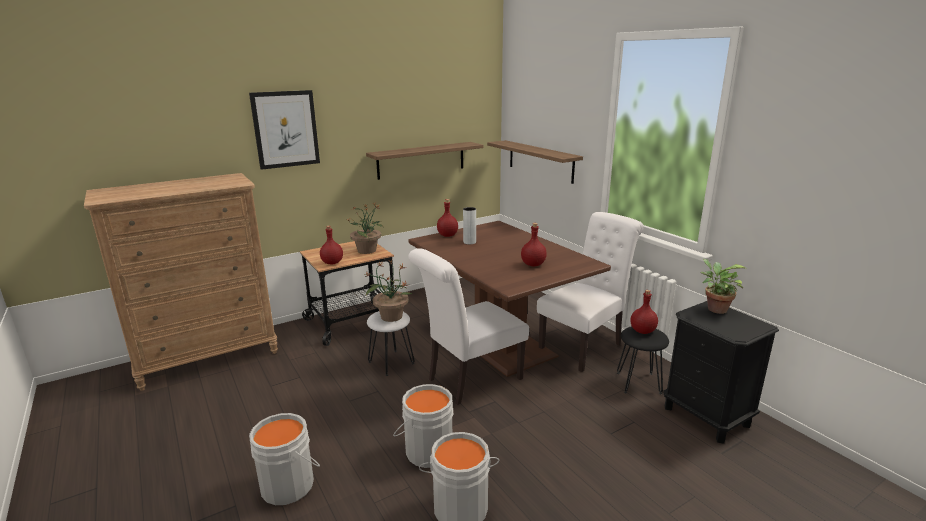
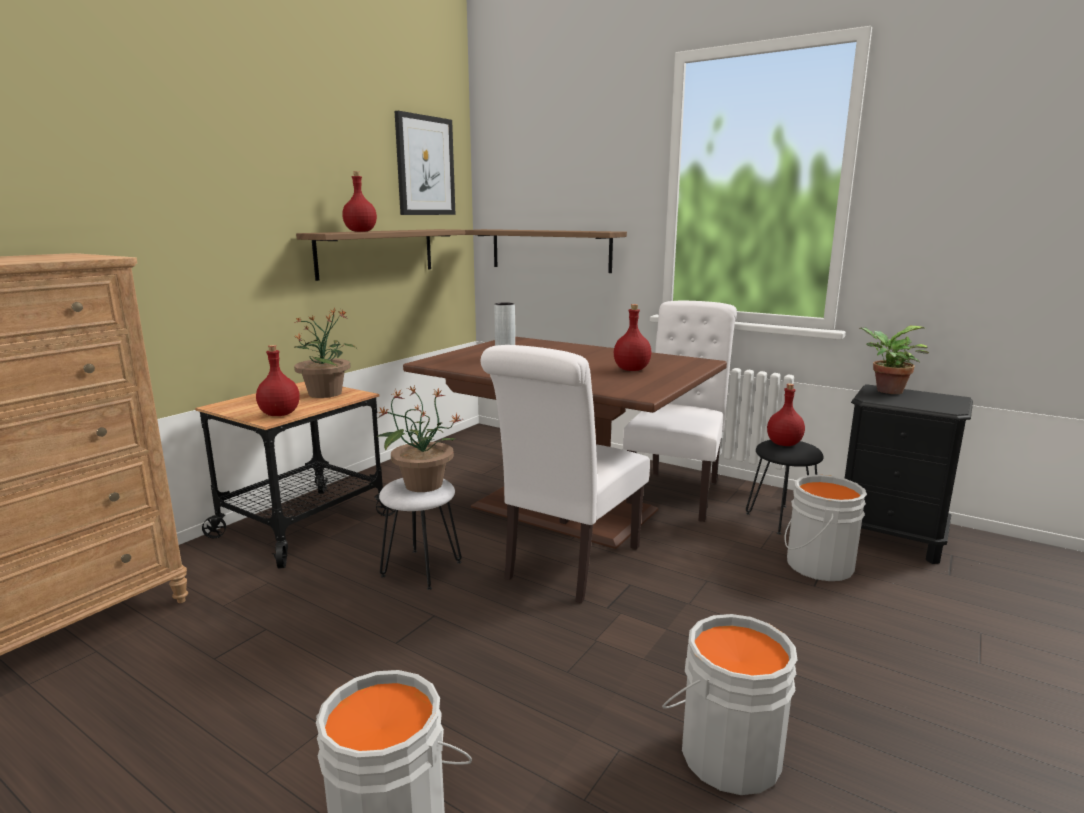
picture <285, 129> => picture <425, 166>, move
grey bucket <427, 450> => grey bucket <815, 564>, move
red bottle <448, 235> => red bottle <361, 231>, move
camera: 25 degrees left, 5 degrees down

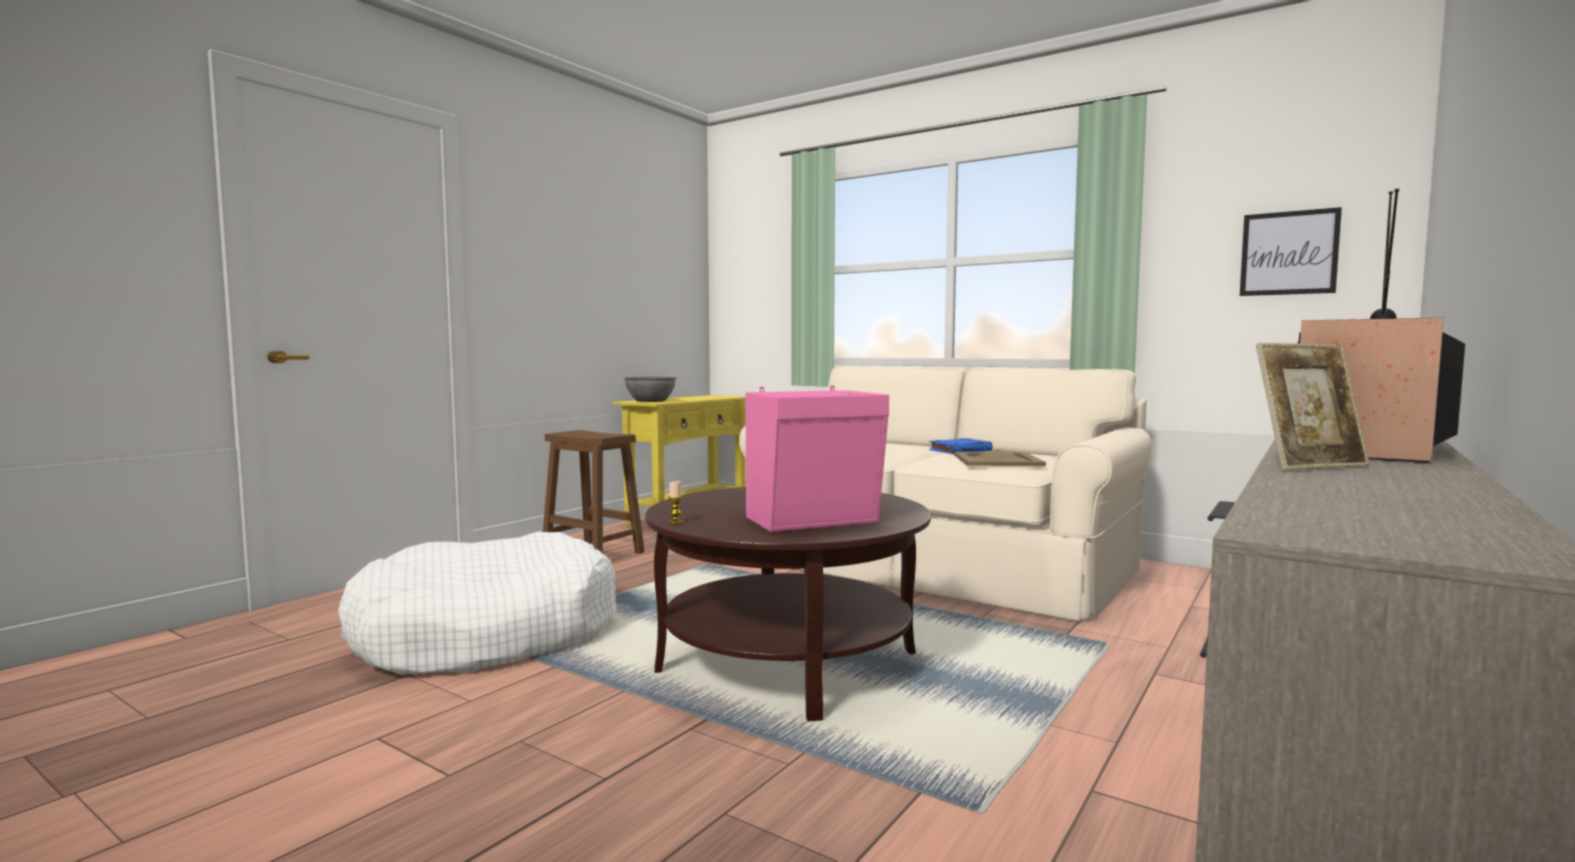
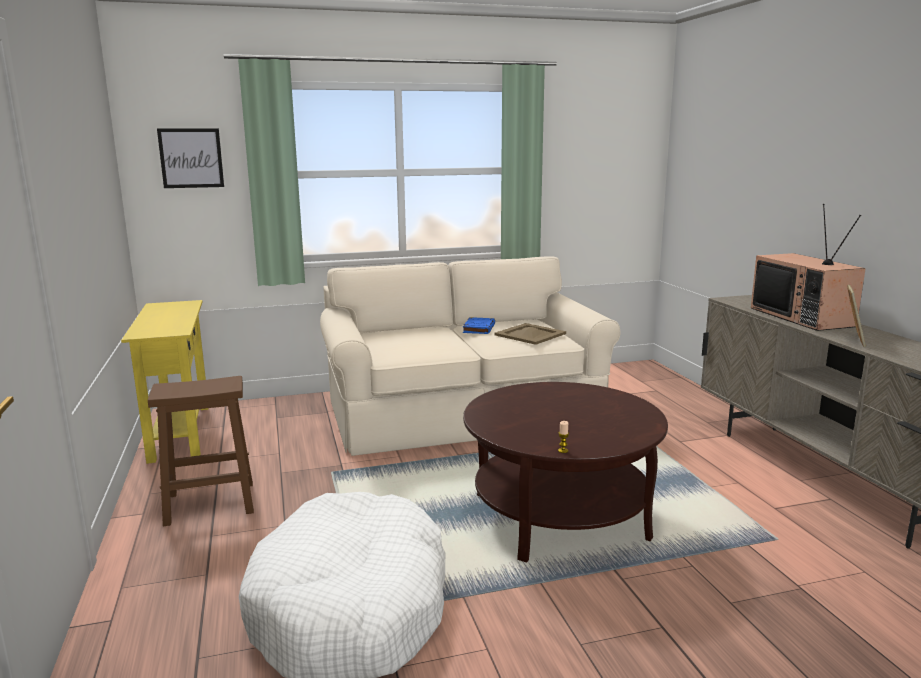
grey bowl <650, 401> => nothing
pink speaker <816, 521> => nothing
picture <1289, 253> => picture <191, 158>, move
camera: 50 degrees left, 10 degrees up

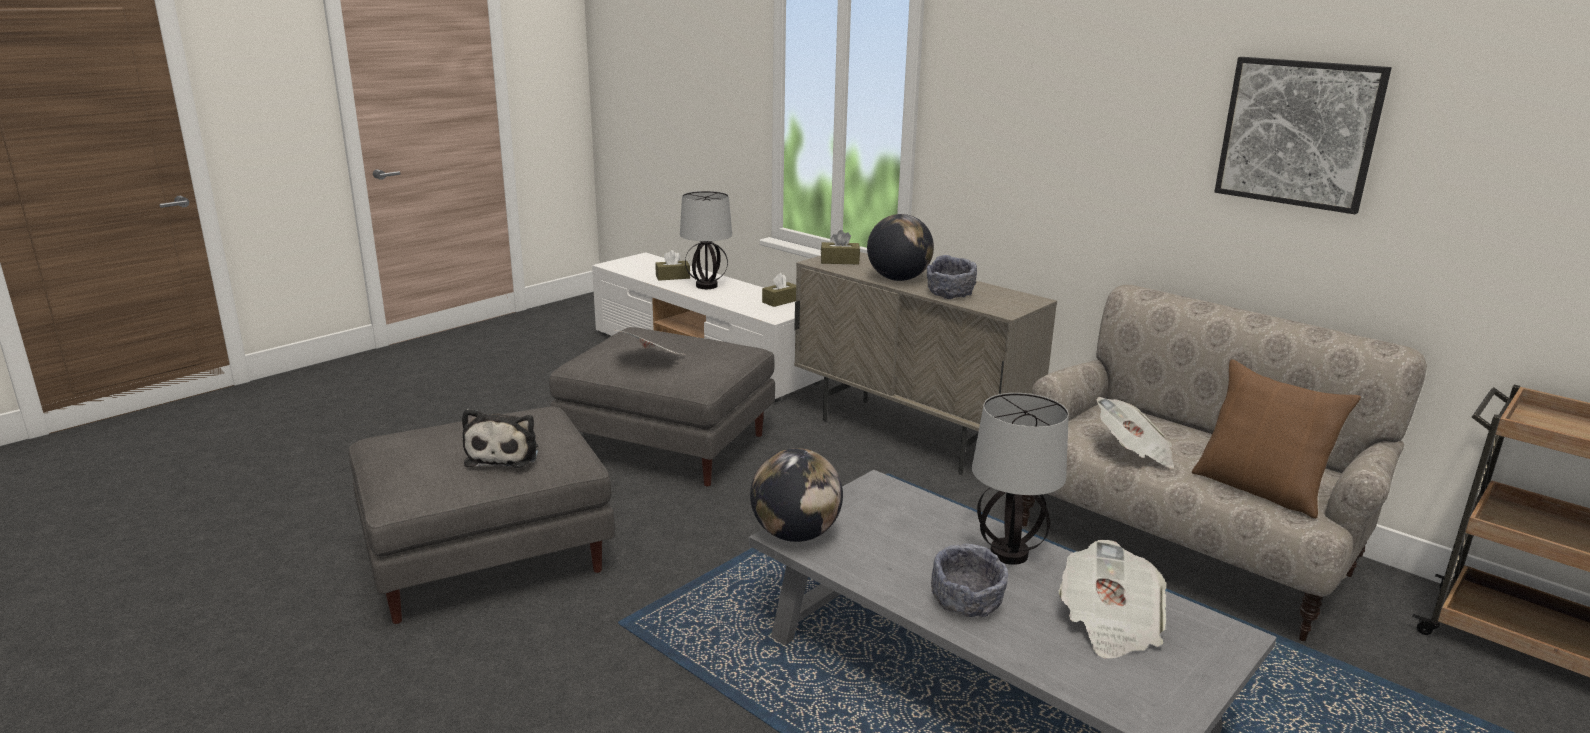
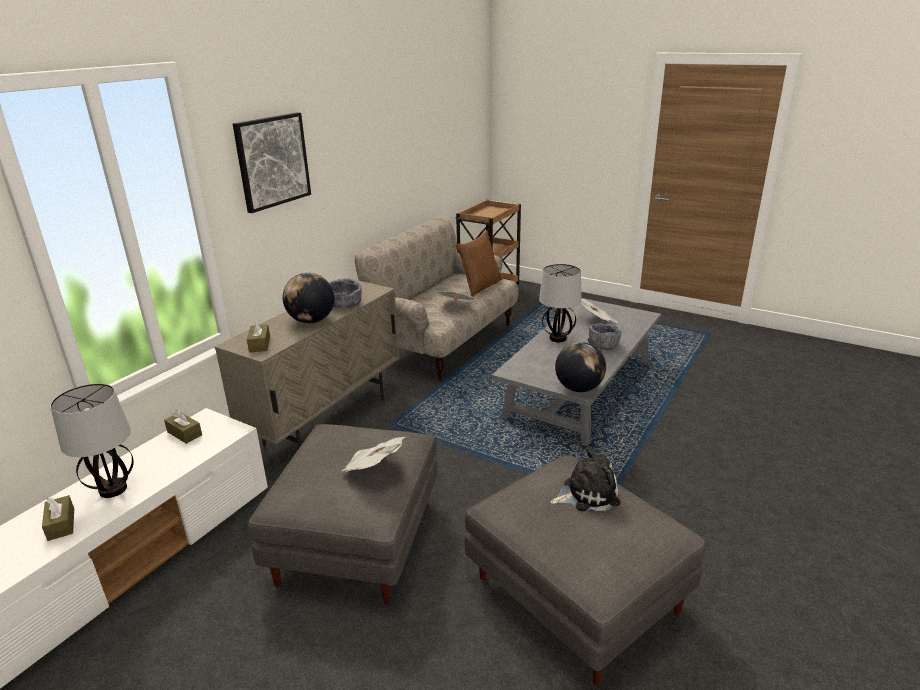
picture <1298, 133> => picture <272, 161>, move
camera: 100 degrees left, 5 degrees up

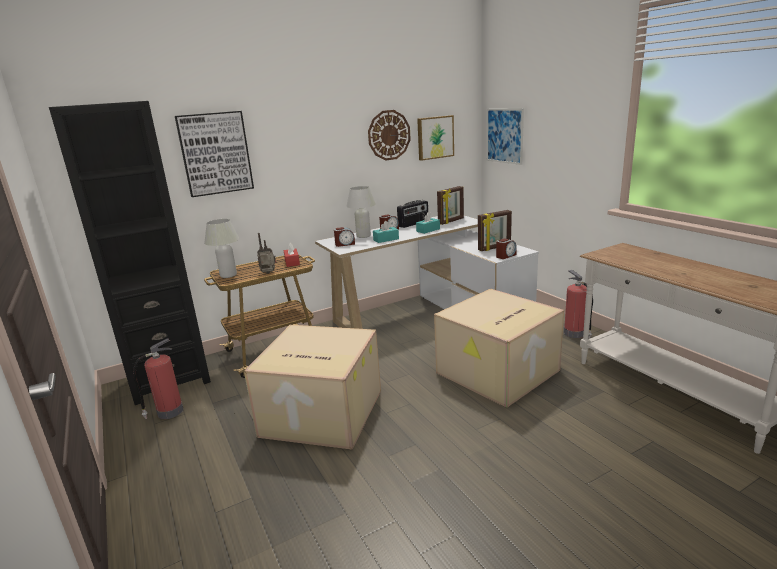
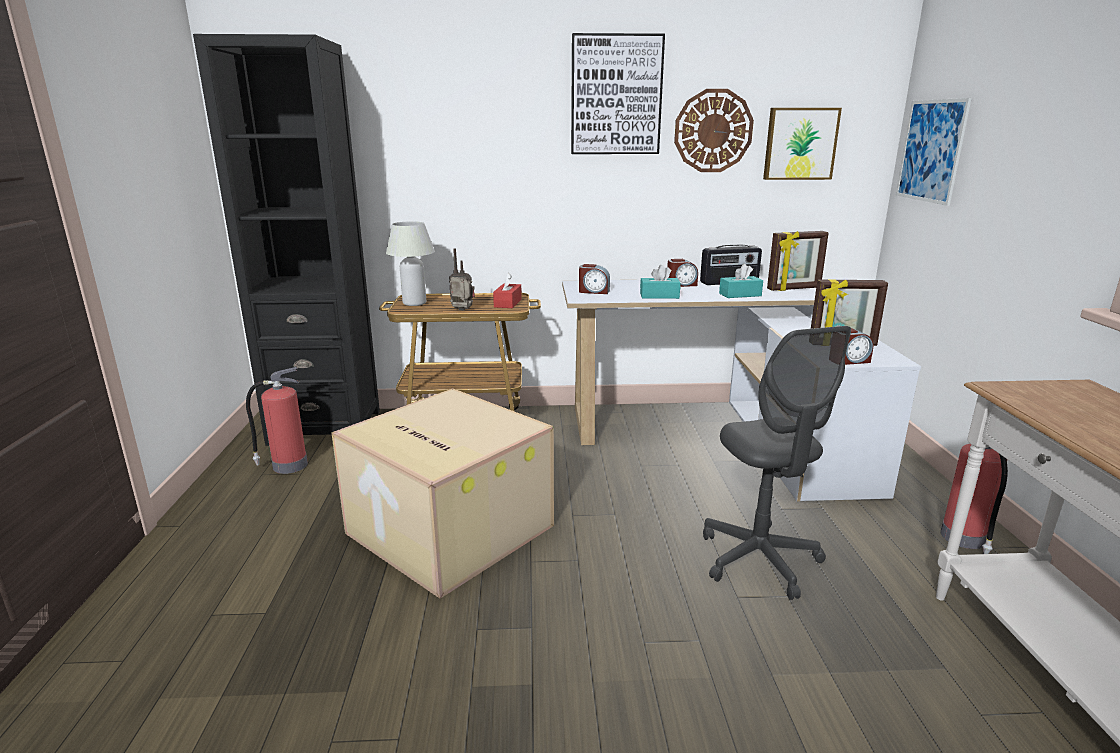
picture <215, 153> => picture <616, 95>, move
white table lamp <363, 236> => nothing
cardboard box <497, 372> => grey office chair <759, 560>
camera: 25 degrees right, 0 degrees up

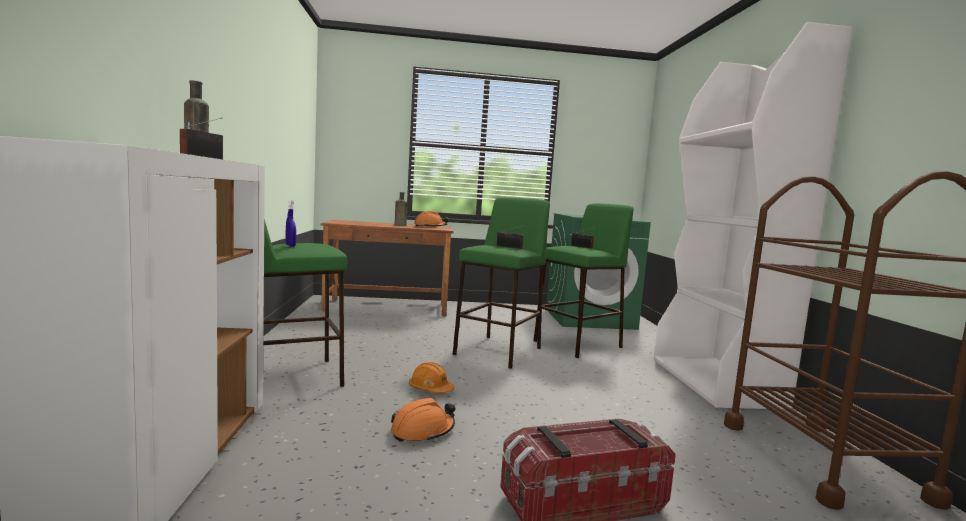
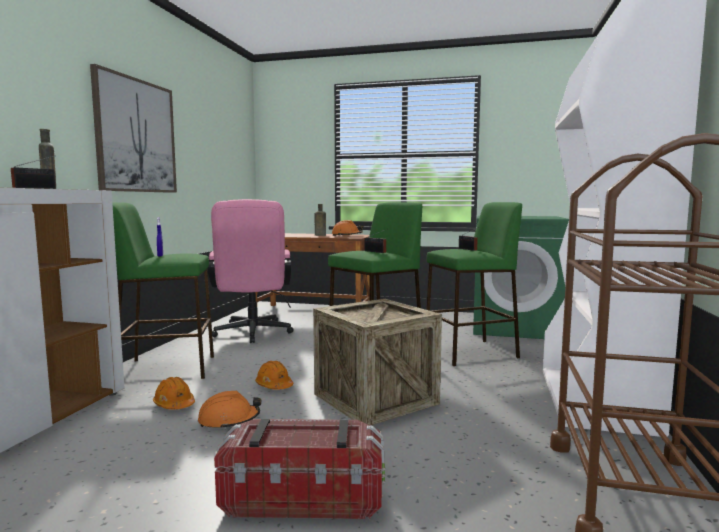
nothing => picture <136, 136>
nothing => orange hard hat <174, 404>
nothing => pink office chair <252, 334>
nothing => crate <375, 399>
camera: 20 degrees right, 0 degrees up

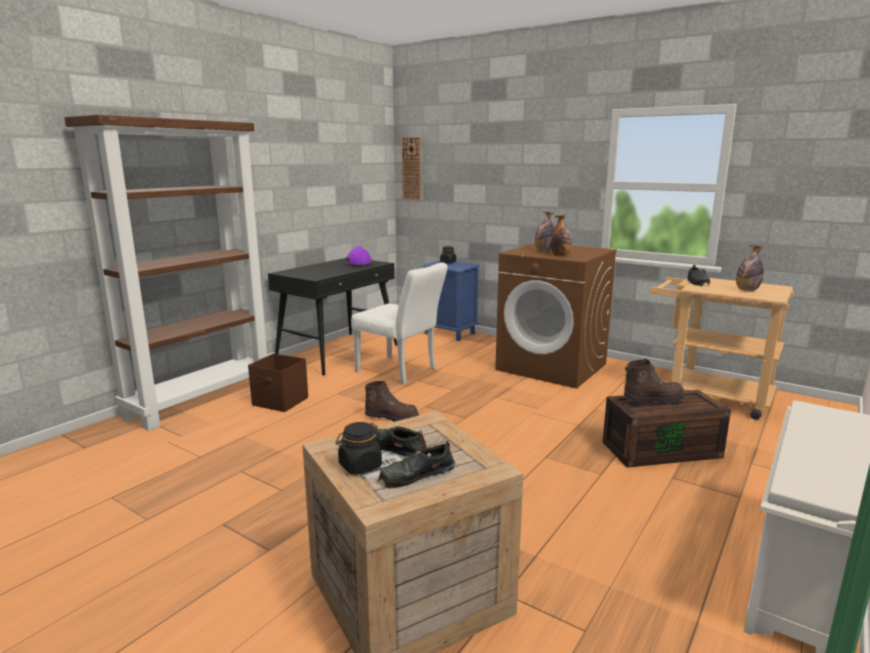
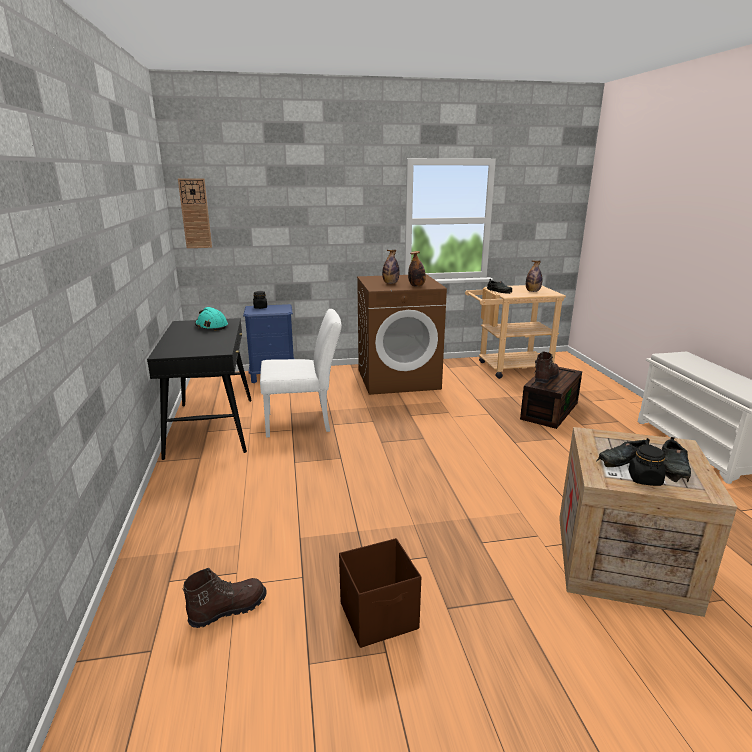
brown bookcase <201, 399> => nothing
brown storage box <280, 402> => brown storage box <380, 616>, move
purple hard hat <359, 264> => turquoise hard hat <211, 326>
brown boot <392, 417> => brown boot <228, 609>, move
camera: 45 degrees left, 5 degrees up

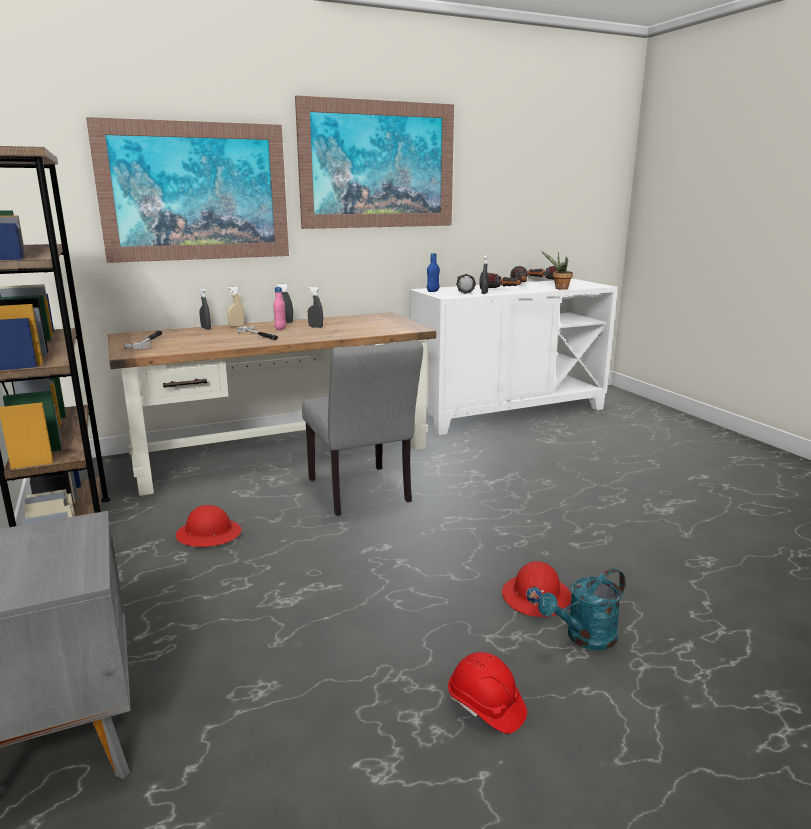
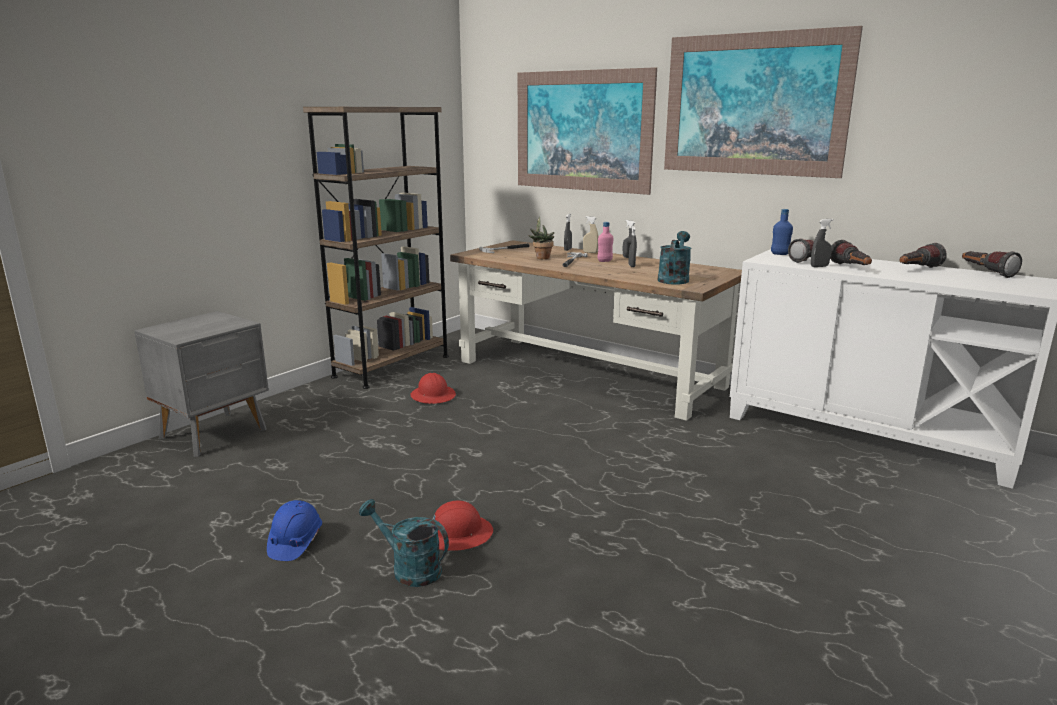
grey chair <362, 494> => nothing
red hard hat <485, 707> => blue hard hat <295, 543>
potted plant <559, 288> => potted plant <541, 257>, move
nothing => turquoise watering can <674, 279>
camera: 60 degrees right, 0 degrees up

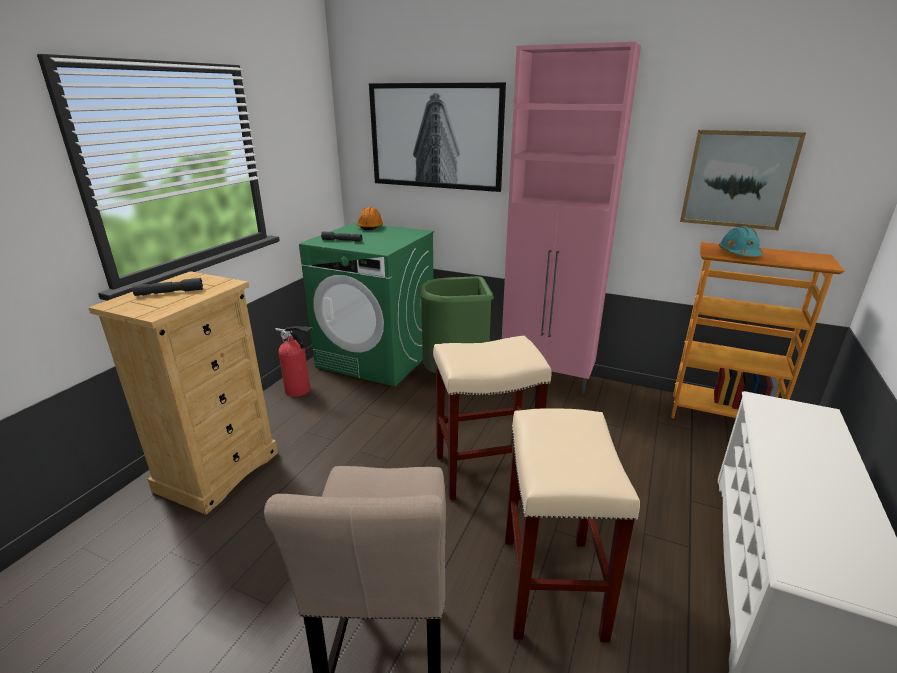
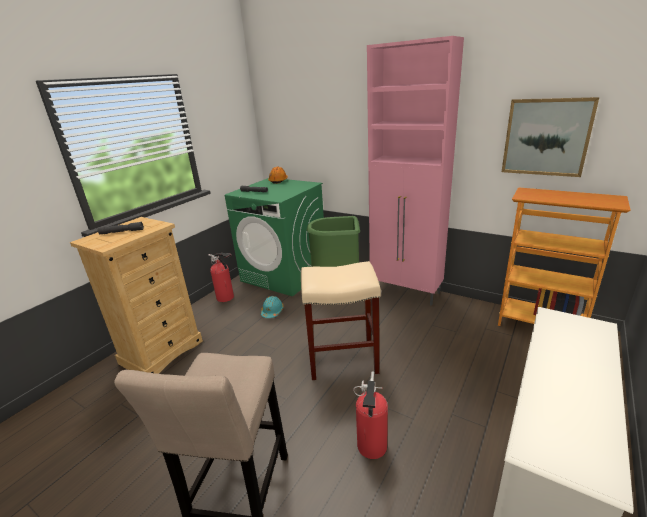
picture <436, 136> => nothing
beige stool <553, 587> => fire extinguisher <371, 448>
turquoise hard hat <739, 254> => turquoise hard hat <272, 312>, move
camera: 10 degrees right, 0 degrees up

